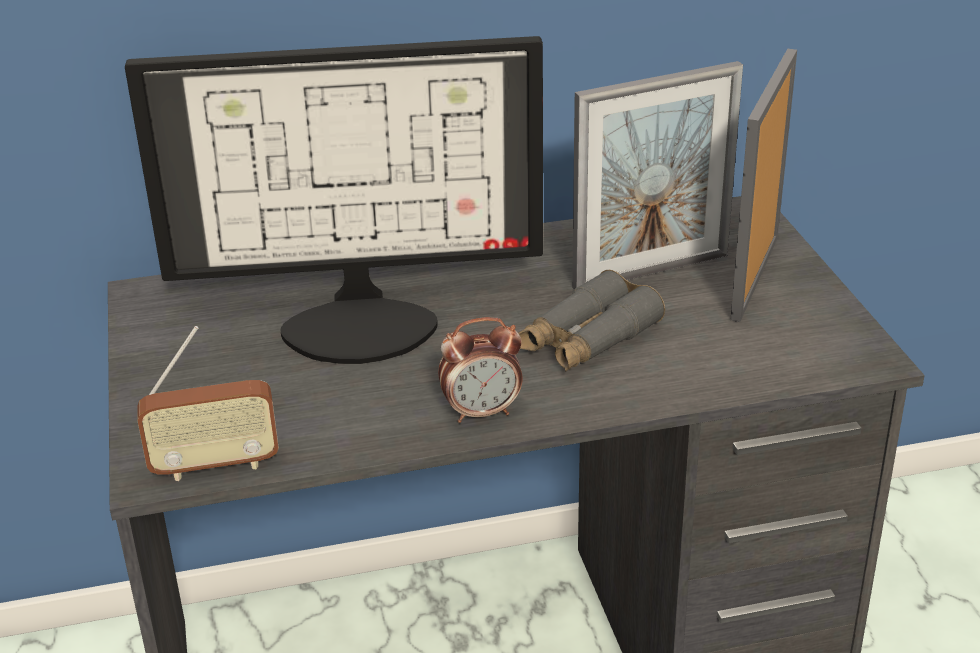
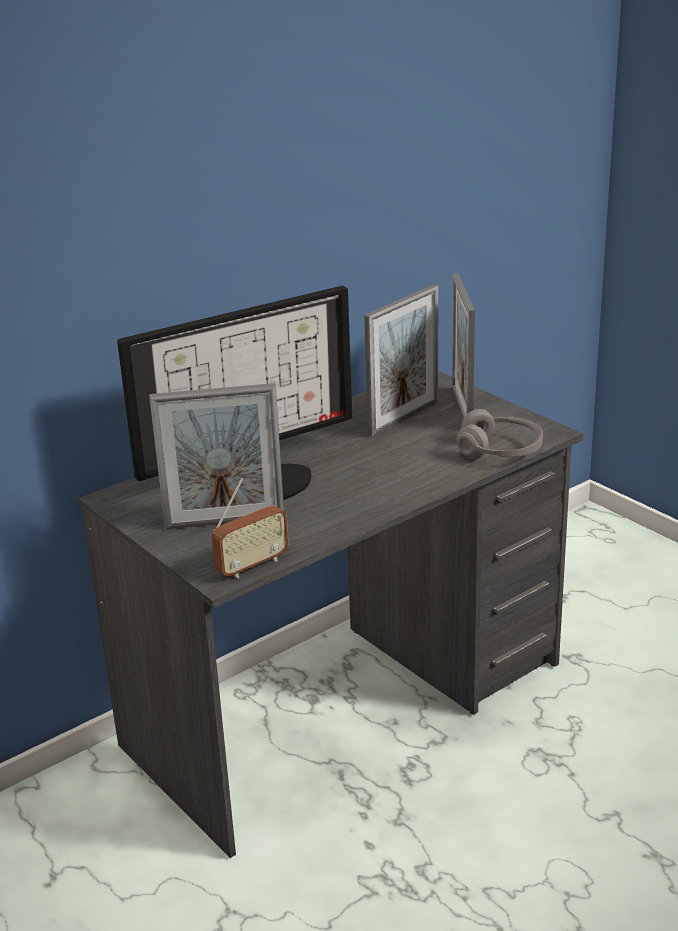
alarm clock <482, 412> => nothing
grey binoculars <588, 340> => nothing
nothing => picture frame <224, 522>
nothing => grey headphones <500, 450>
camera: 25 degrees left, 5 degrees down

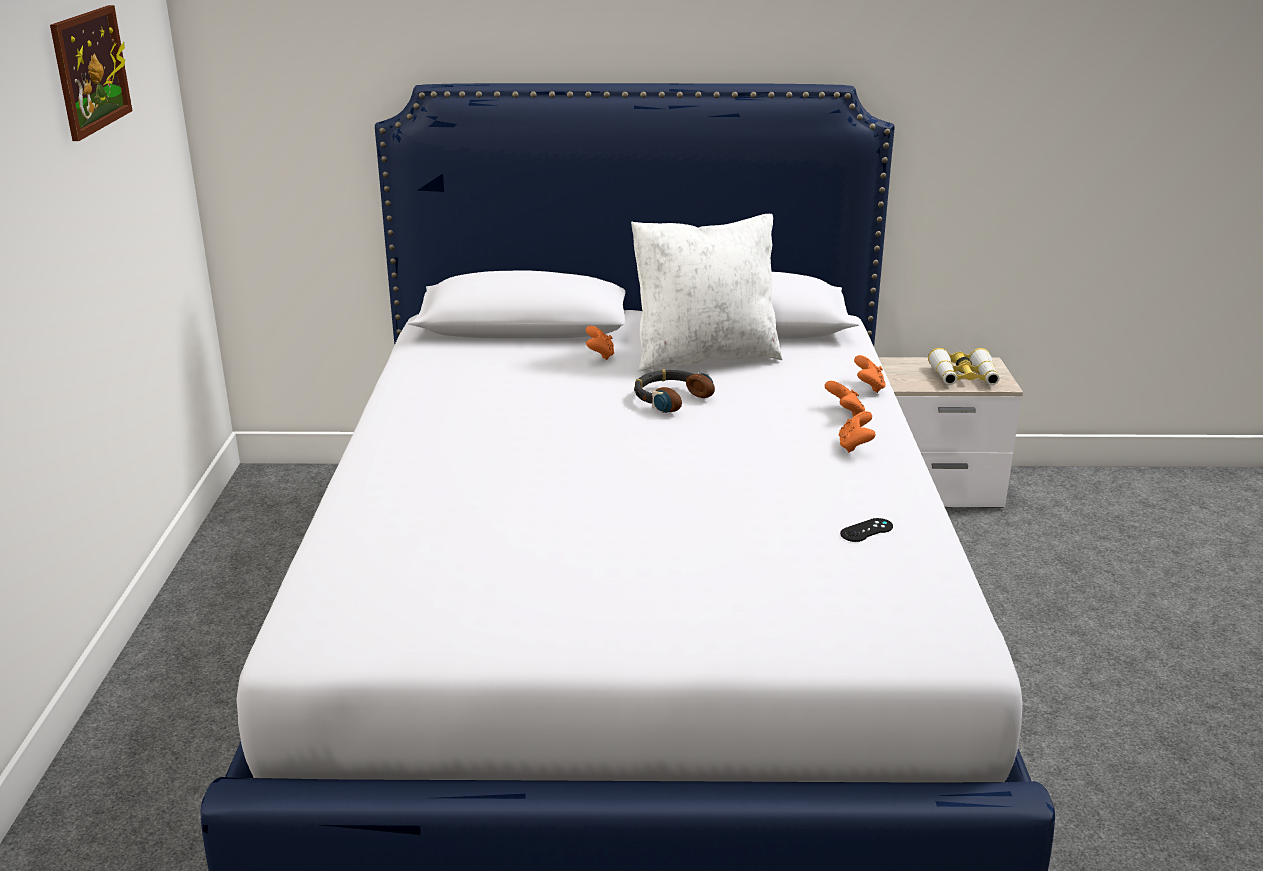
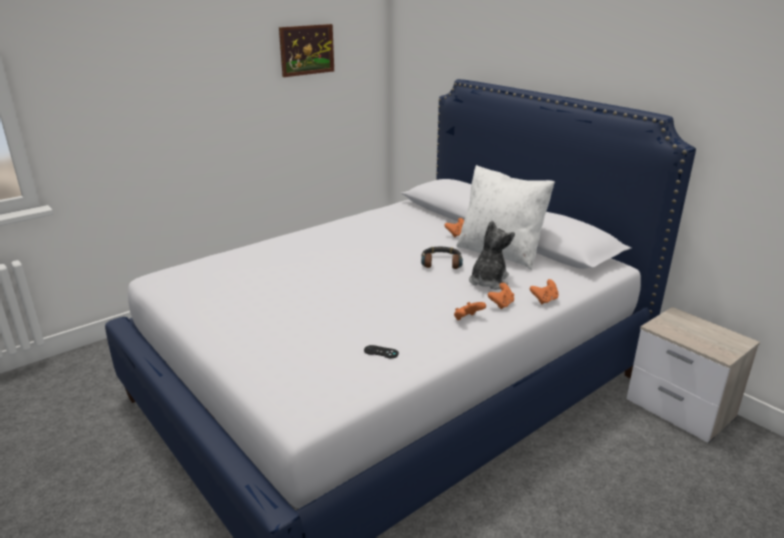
binoculars <963, 377> => nothing
nothing => plush toy <488, 281>
camera: 50 degrees right, 0 degrees up

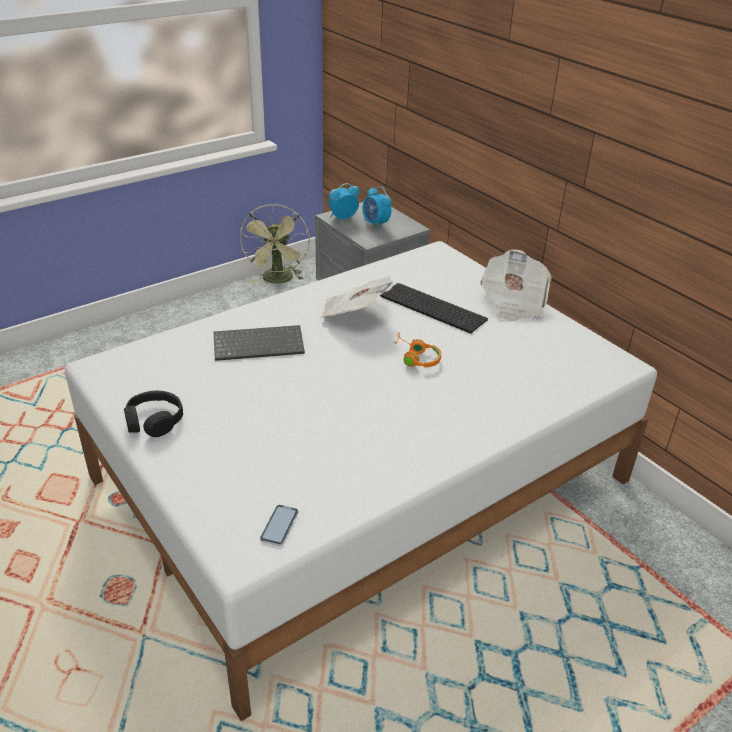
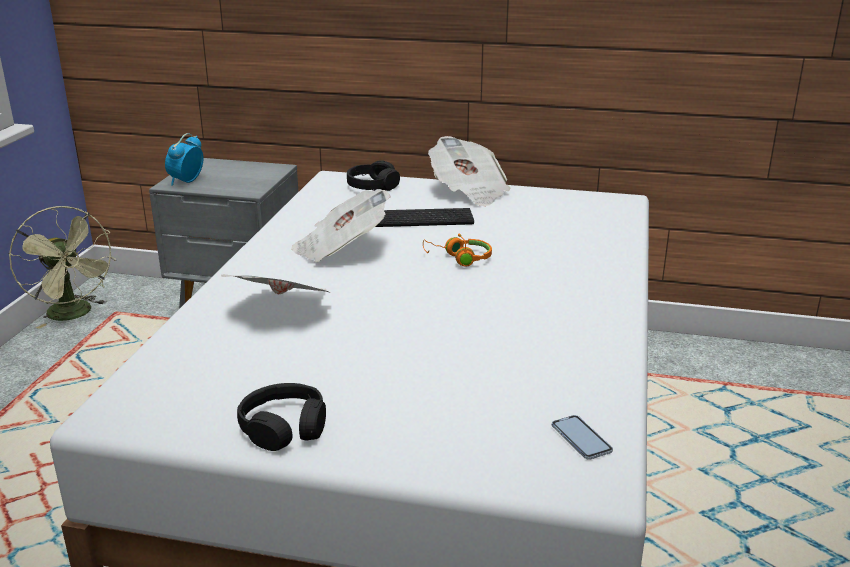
keyboard <260, 344> => newspaper <284, 310>
alarm clock <376, 224> => nothing
nothing => black headphones <372, 186>
camera: 40 degrees left, 10 degrees down

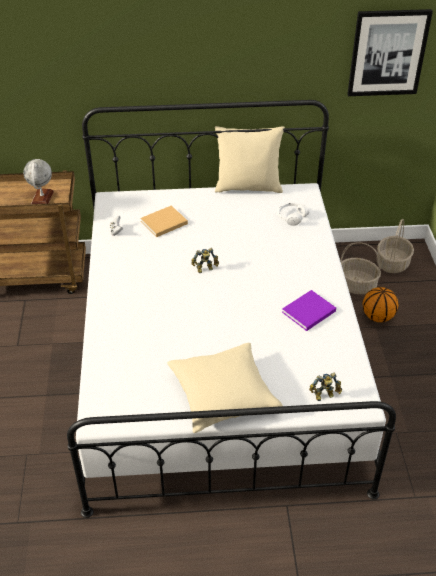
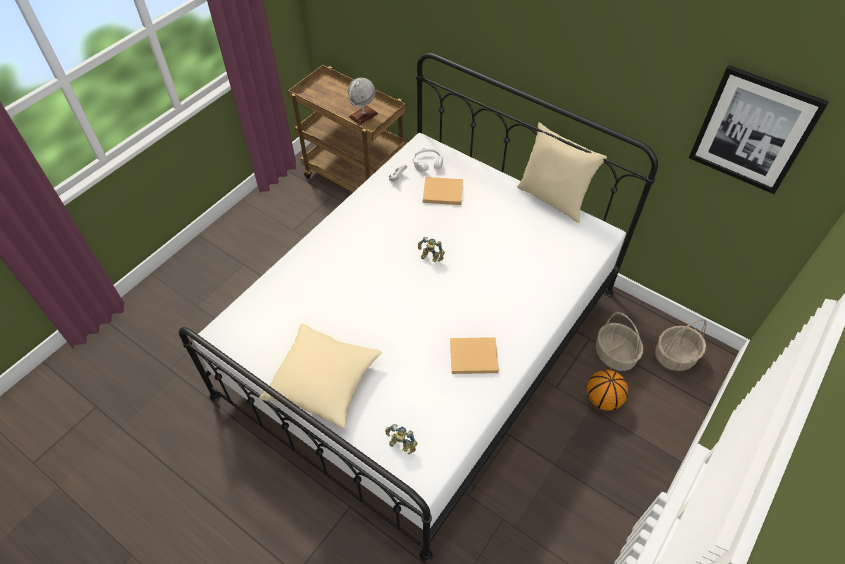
white headphones <291, 217> => white headphones <427, 163>, move
purple book <307, 312> => beige book <472, 356>
camera: 40 degrees right, 10 degrees up

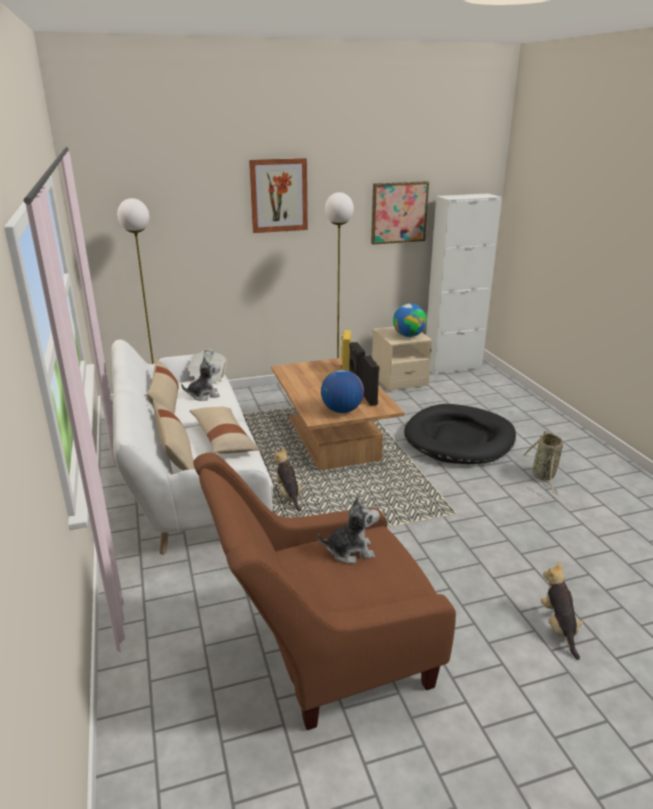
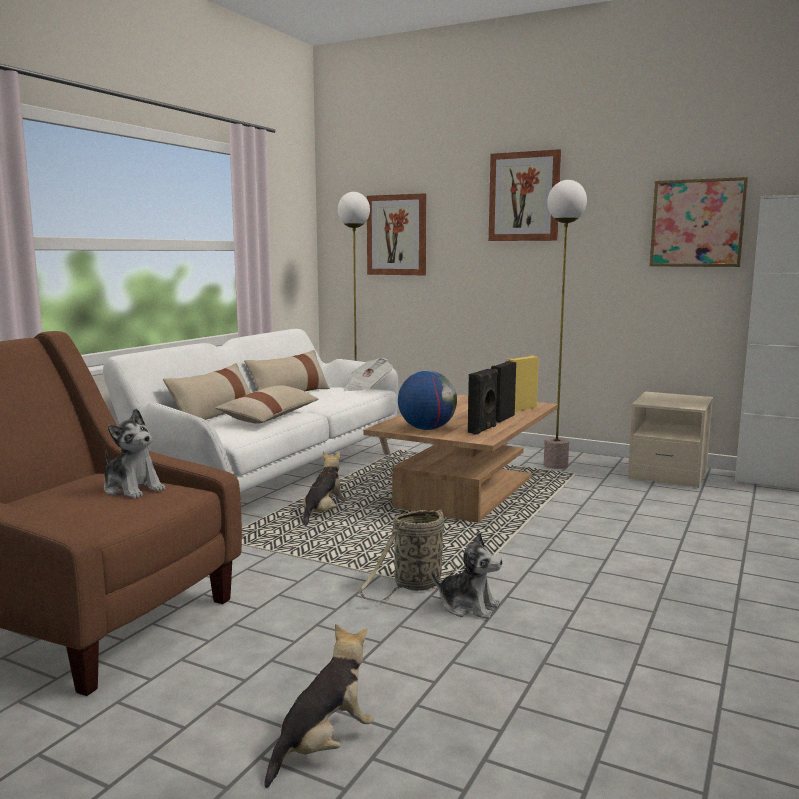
plush toy <204, 395> => plush toy <468, 606>, move
globe <408, 336> => nothing
black dog bed <459, 439> => nothing
basket <544, 477> => basket <415, 586>, move
nothing => picture <397, 235>
camera: 45 degrees right, 15 degrees down

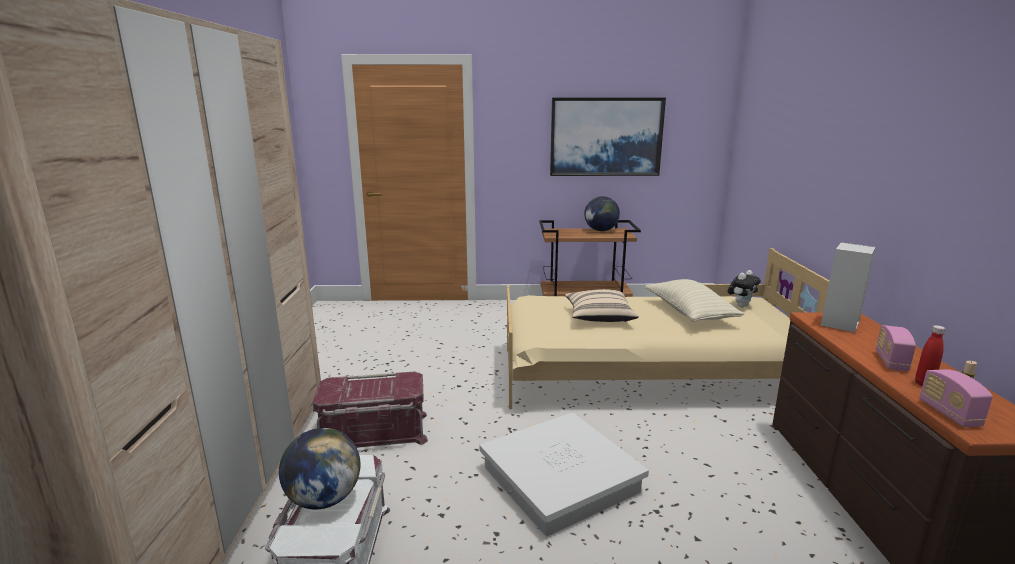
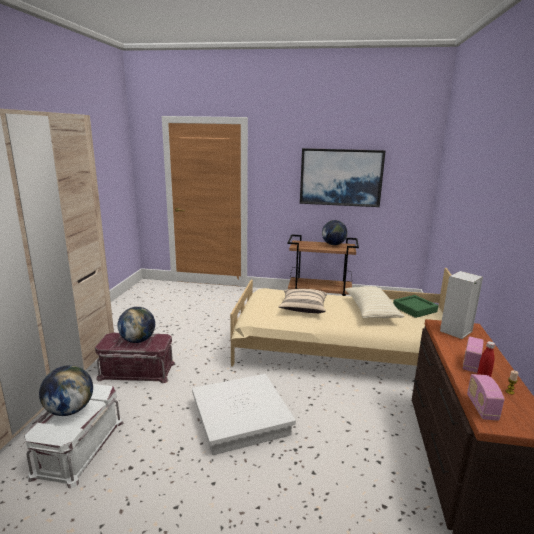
plush toy <741, 305> => green tray <414, 309>
nothing => globe <138, 340>
camera: 10 degrees right, 0 degrees up

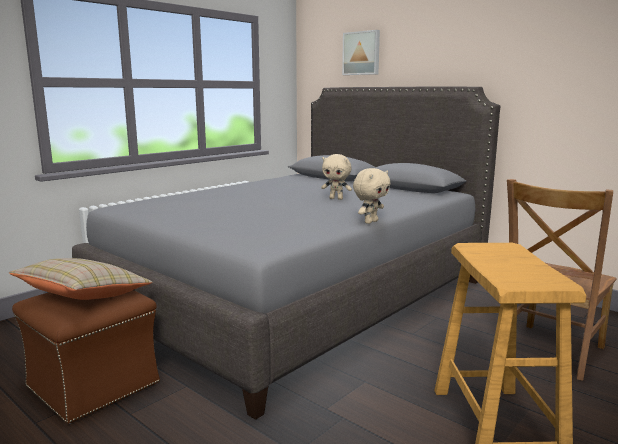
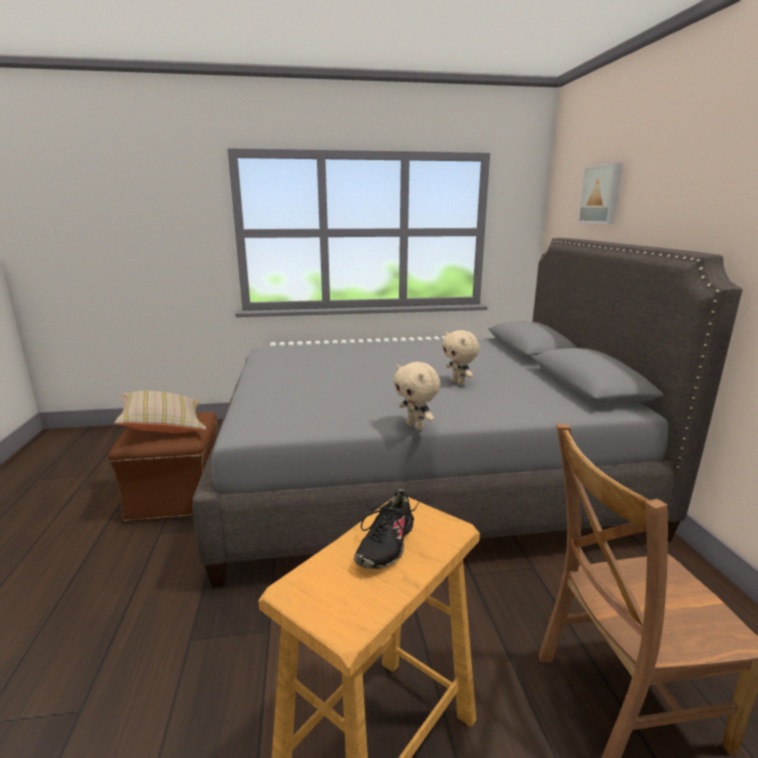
beige plush toy <370, 222> => beige plush toy <416, 426>, 60 degrees clockwise
nothing => black shoe <385, 544>
camera: 40 degrees right, 5 degrees up

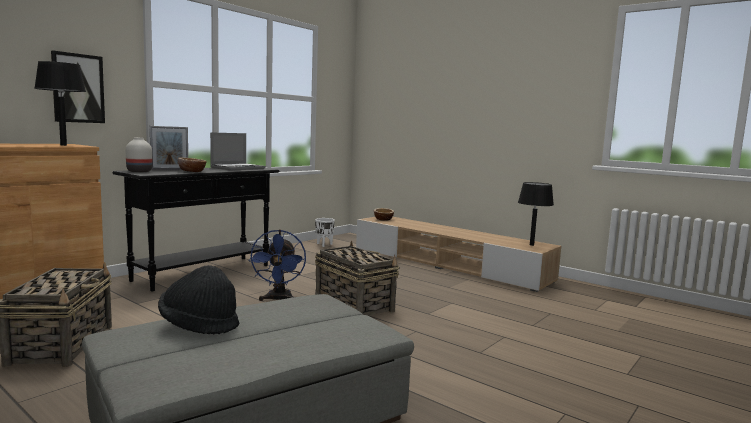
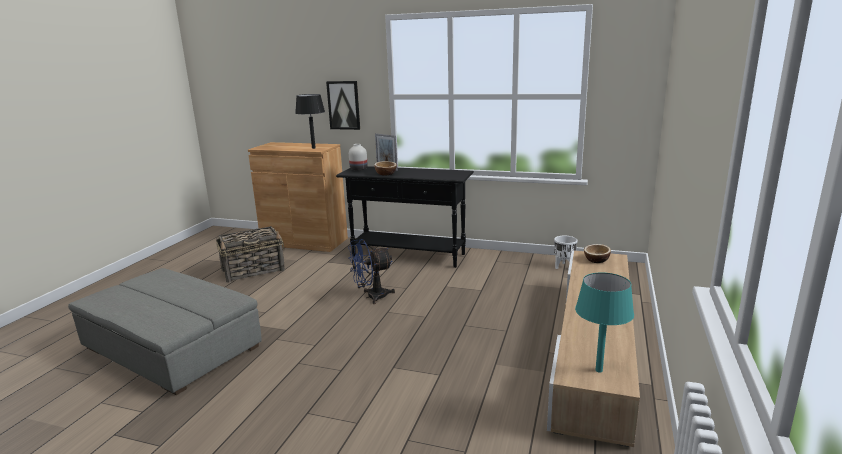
black hat <199, 325> => nothing
laptop <238, 168> => nothing
basket <353, 304> => nothing
black table lamp <531, 245> => turquoise table lamp <598, 370>
camera: 70 degrees right, 10 degrees up

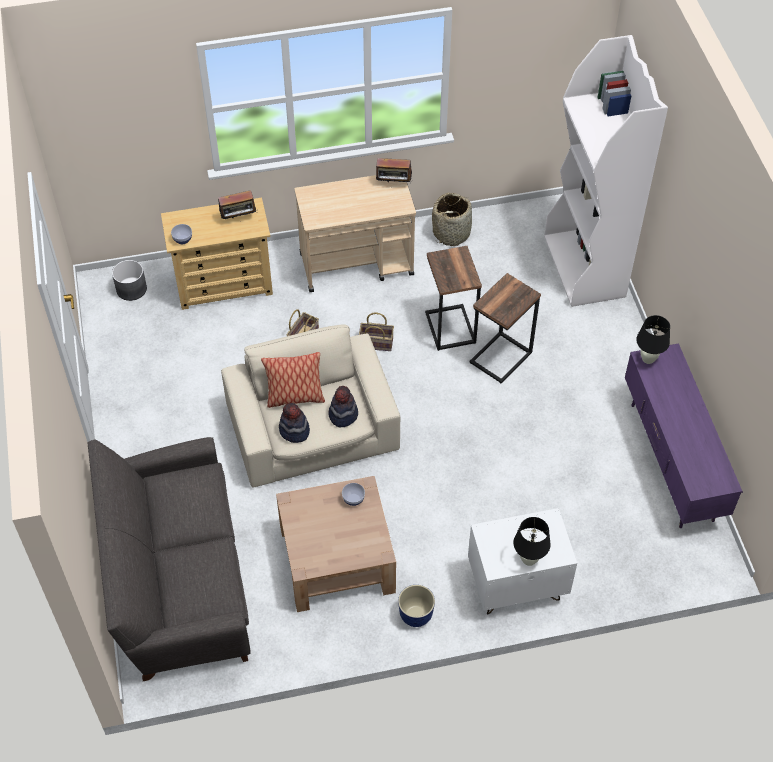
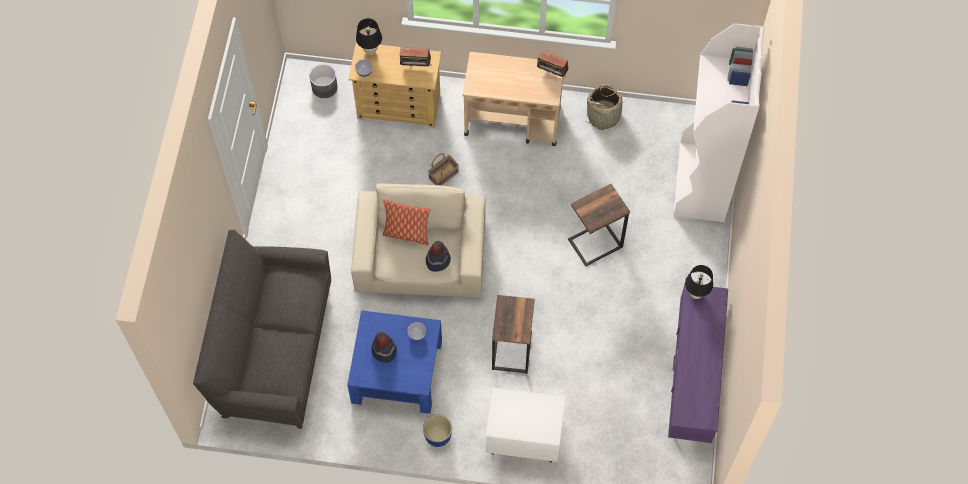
brown coffee table <337, 559> => blue coffee table <397, 371>
hat <294, 431> => hat <384, 351>, move
basket <377, 342> => nothing
side table <449, 328> => side table <511, 351>, move
black table lamp <528, 560> => black table lamp <370, 51>, move
camera: 20 degrees right, 10 degrees up

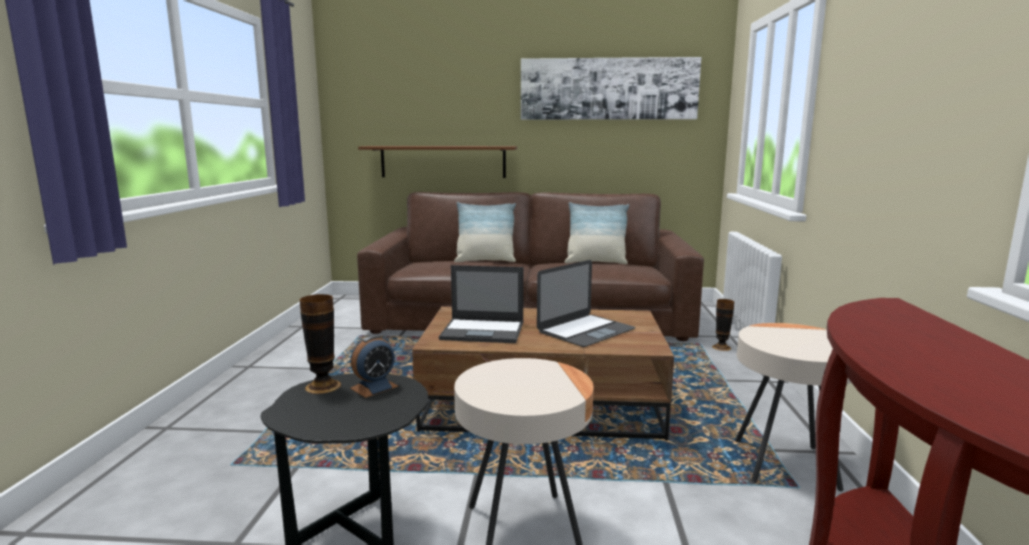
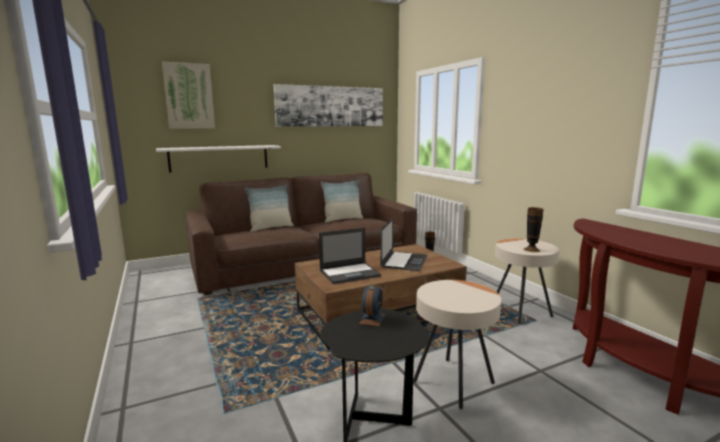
vase <323, 386> => vase <531, 249>, move
brown shelf <443, 161> => white shelf <219, 158>
nothing => picture <189, 96>
camera: 30 degrees left, 0 degrees up

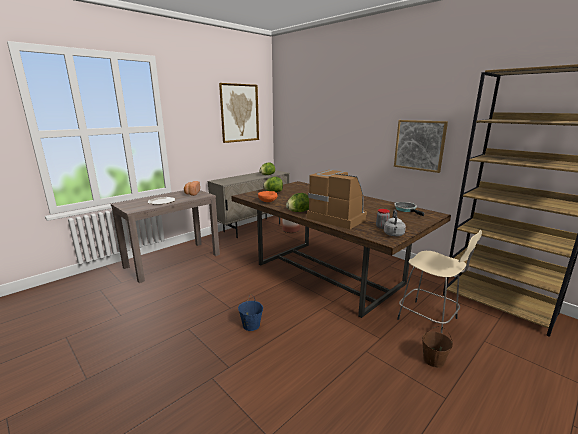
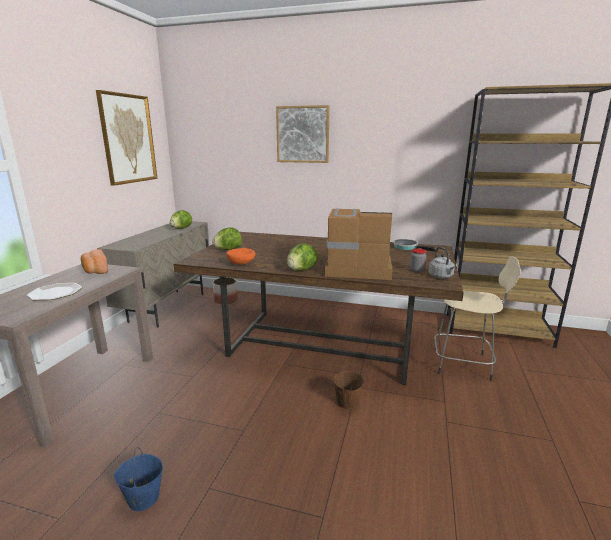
blue bucket <251, 325> => blue bucket <143, 498>, move
picture <419, 145> => picture <303, 134>, move
brown bucket <433, 360> => brown bucket <347, 402>, move
camera: 30 degrees left, 0 degrees up

